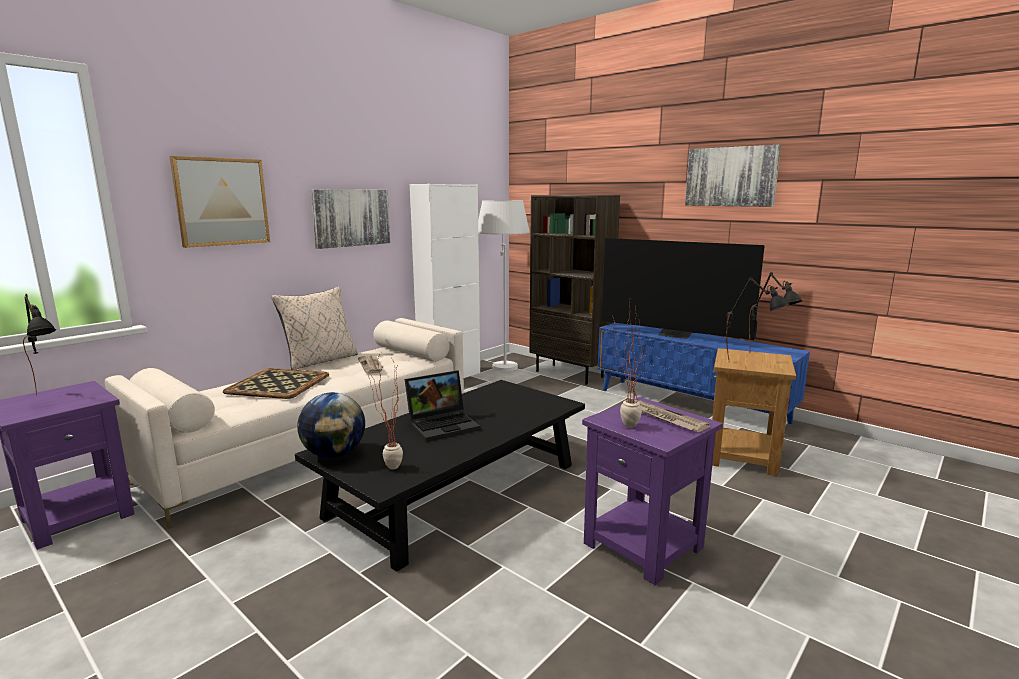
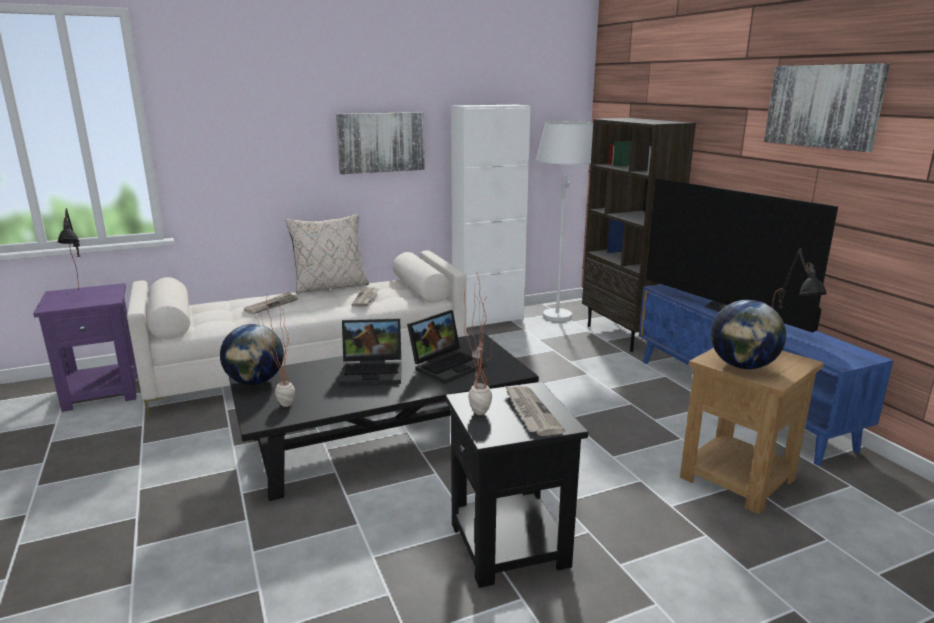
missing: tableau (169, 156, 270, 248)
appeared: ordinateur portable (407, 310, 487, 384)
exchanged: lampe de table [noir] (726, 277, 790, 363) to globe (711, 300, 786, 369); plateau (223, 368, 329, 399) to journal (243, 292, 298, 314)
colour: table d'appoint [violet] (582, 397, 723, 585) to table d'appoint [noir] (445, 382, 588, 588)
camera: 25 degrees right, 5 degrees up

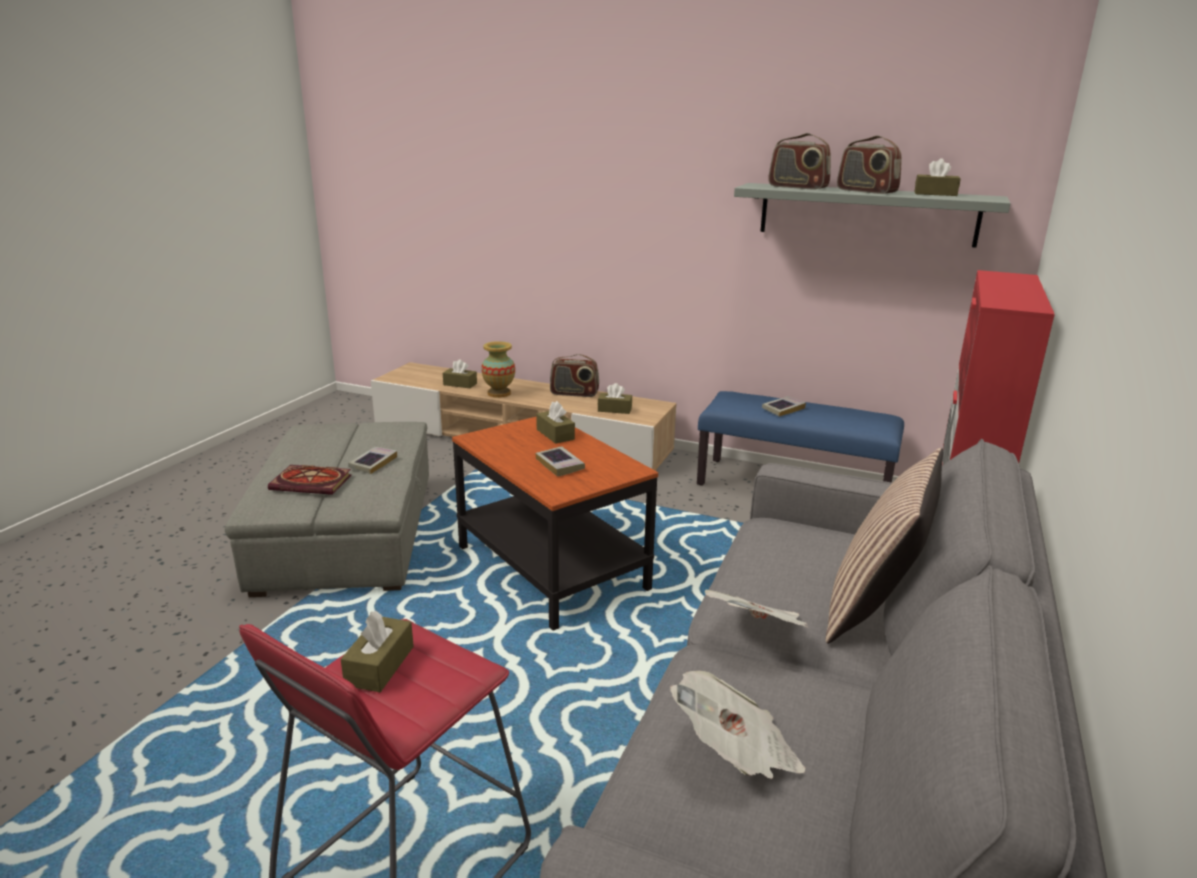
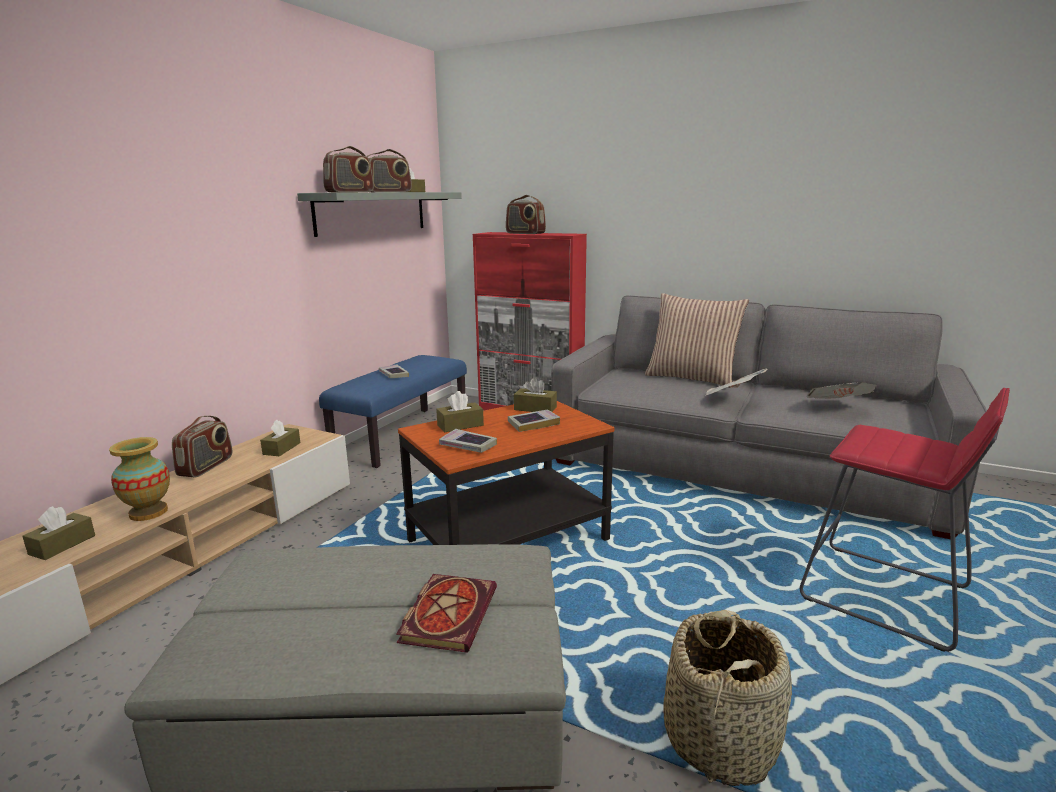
appeared: radio (506, 195, 546, 234); panier (663, 610, 792, 786)
relocated: livre (348, 447, 397, 474) to (439, 429, 497, 453); boîte à mouchoirs [marron] (341, 611, 414, 692) to (514, 377, 557, 412)
camera: 85 degrees left, 5 degrees down

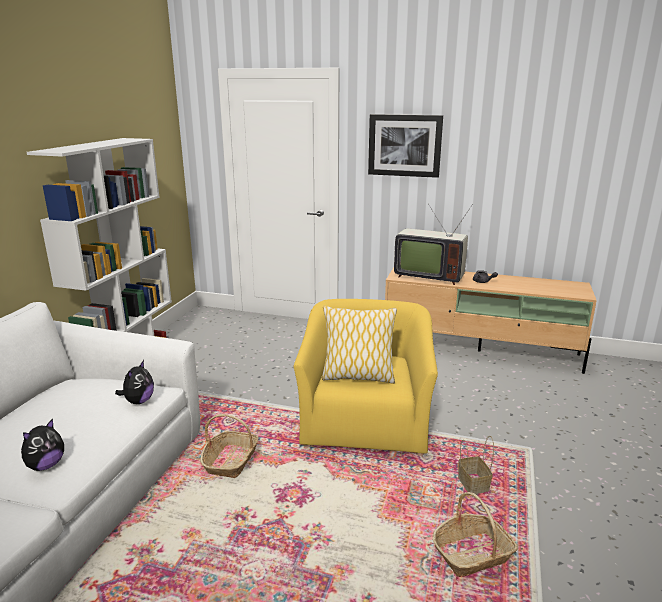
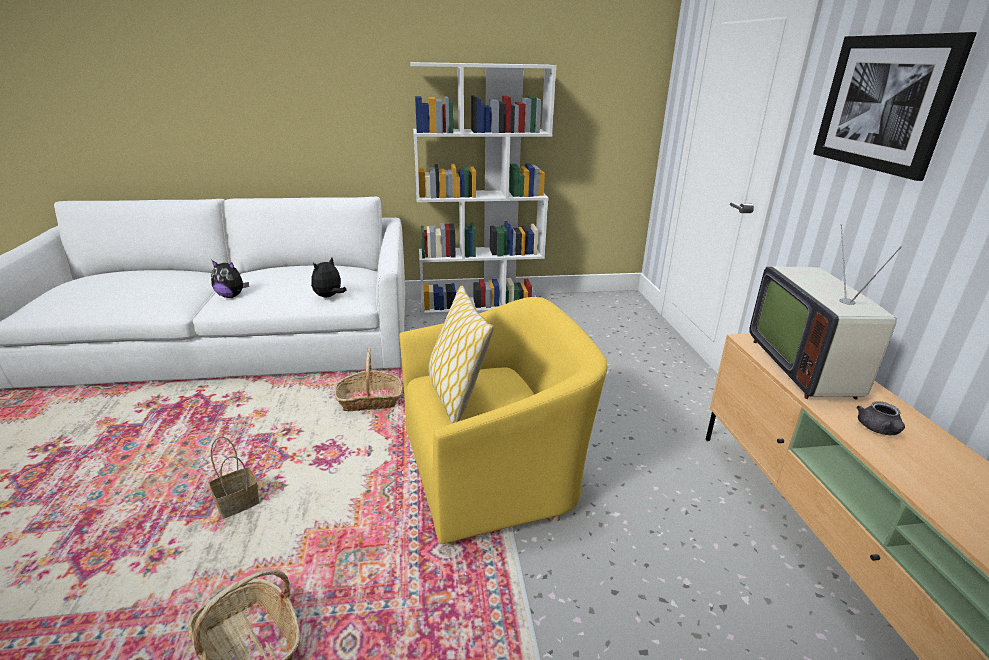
relocated: panier (458, 435, 494, 494) to (209, 437, 260, 518)
spun: peluche (115, 360, 154, 404) = (311, 258, 347, 297) 135 degrees clockwise
camera: 65 degrees right, 5 degrees up

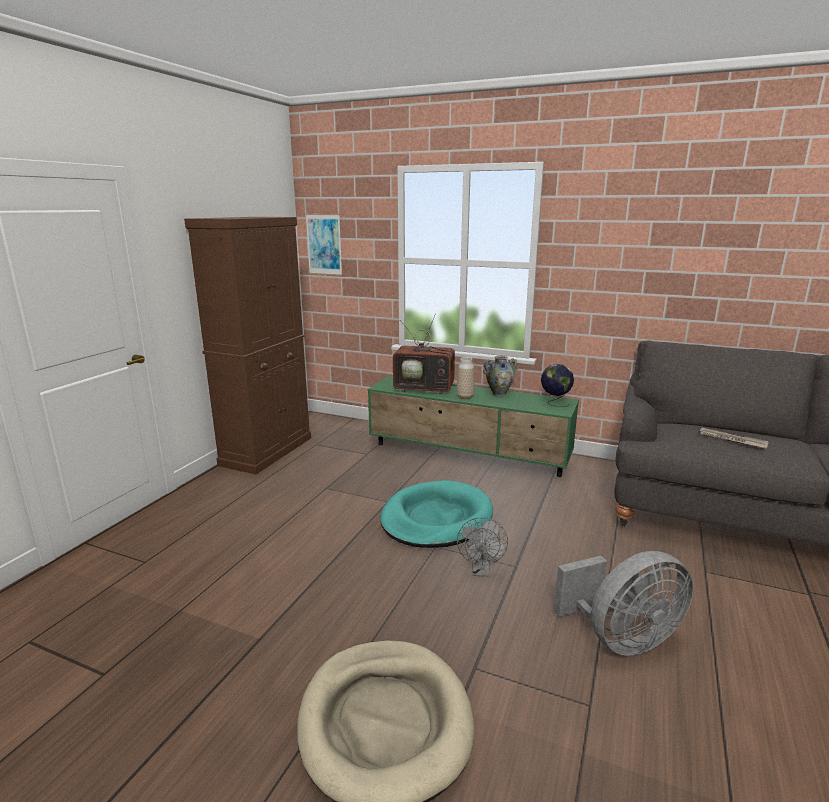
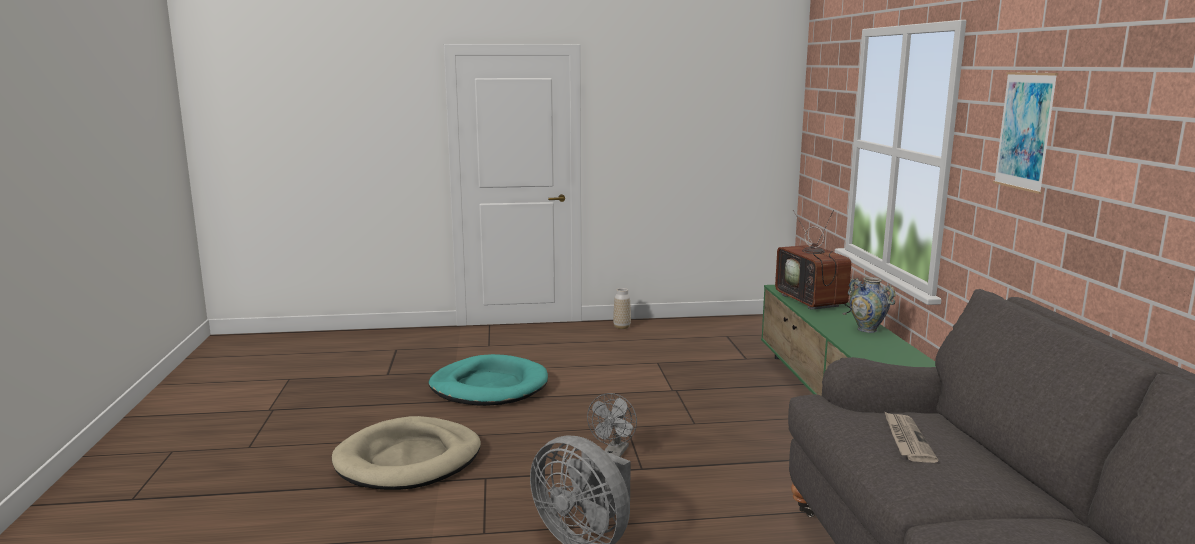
missing: meuble de rangement [marron] (184, 217, 311, 474); globe (541, 364, 574, 407)
relocated: tableau (305, 214, 342, 276) to (993, 72, 1058, 194); vase (457, 357, 475, 399) to (613, 288, 631, 329); panier pour chien [turquoise] (380, 480, 493, 548) to (429, 354, 548, 406)
spun: ventilateur [gris] (457, 517, 508, 577) = (587, 393, 637, 457) 45 degrees counterclockwise
camera: 60 degrees right, 5 degrees down

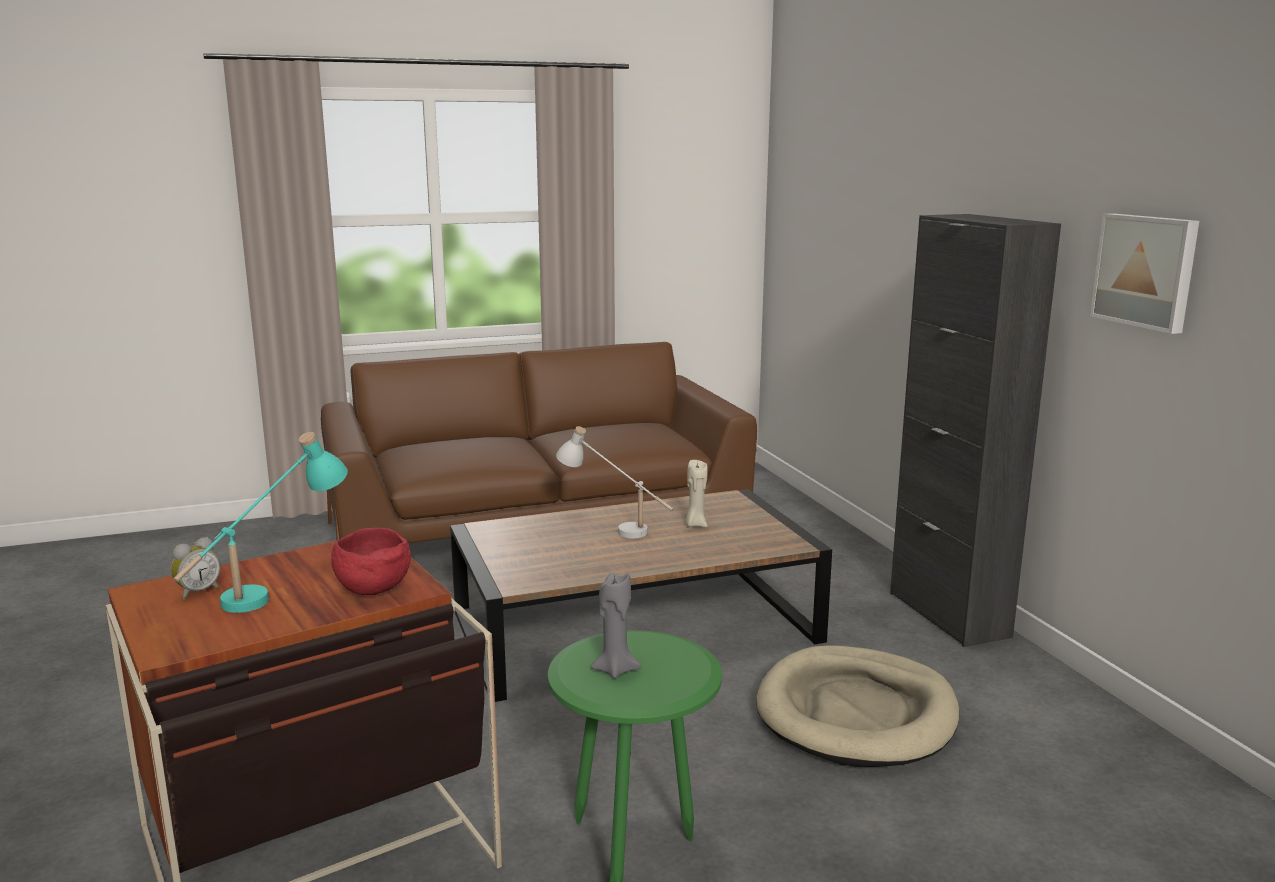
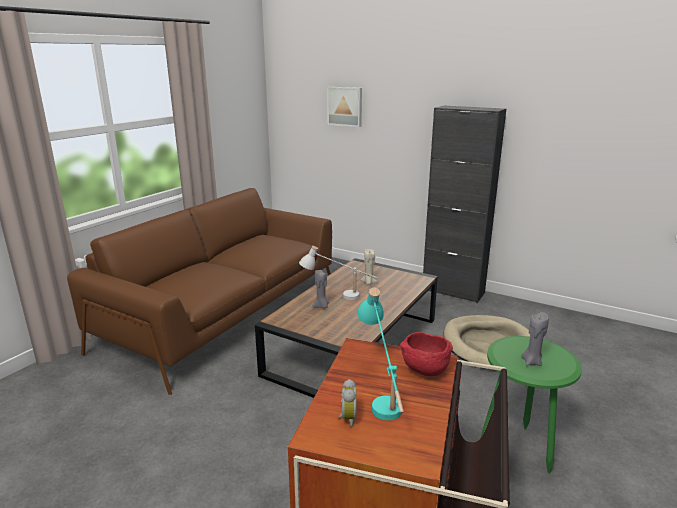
appeared: bougie [gris] (312, 270, 329, 308)
relocated: tableau (1090, 213, 1199, 334) to (327, 87, 362, 127)
camera: 40 degrees left, 5 degrees up

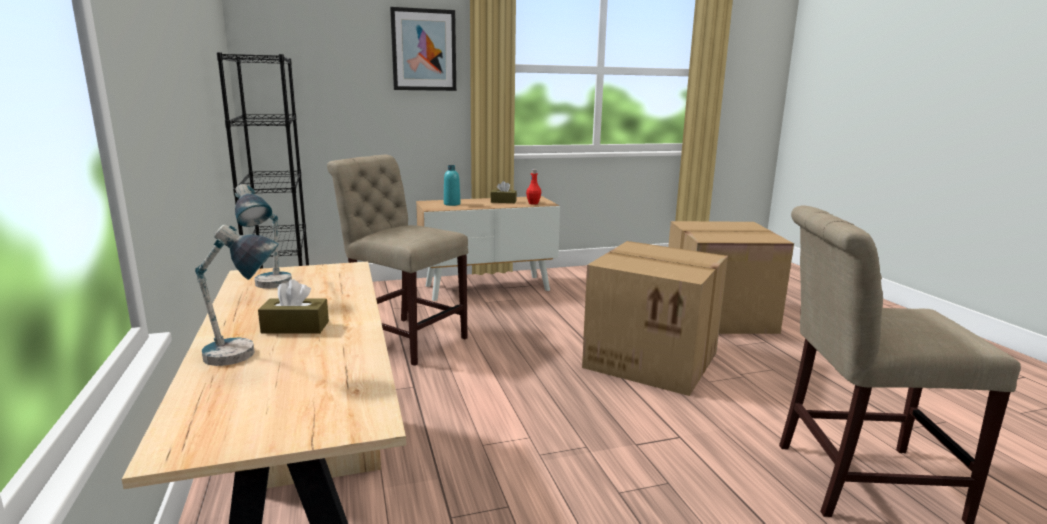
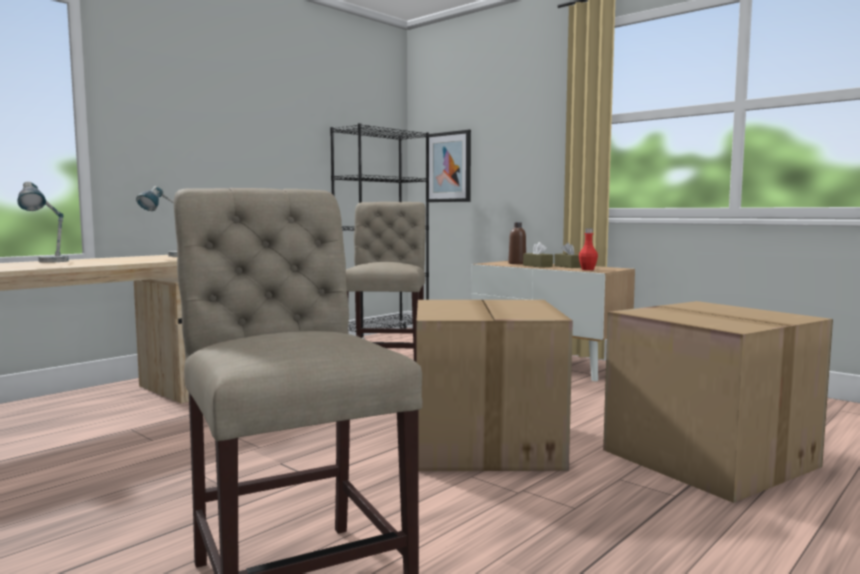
relocated: tableau (390, 7, 456, 91) to (429, 130, 471, 202); boîte à mouchoirs [marron] (258, 279, 329, 334) to (523, 242, 553, 268)
colour: bouteille [turquoise] (444, 165, 461, 206) to bouteille [marron] (508, 222, 526, 264)
camera: 60 degrees right, 10 degrees down

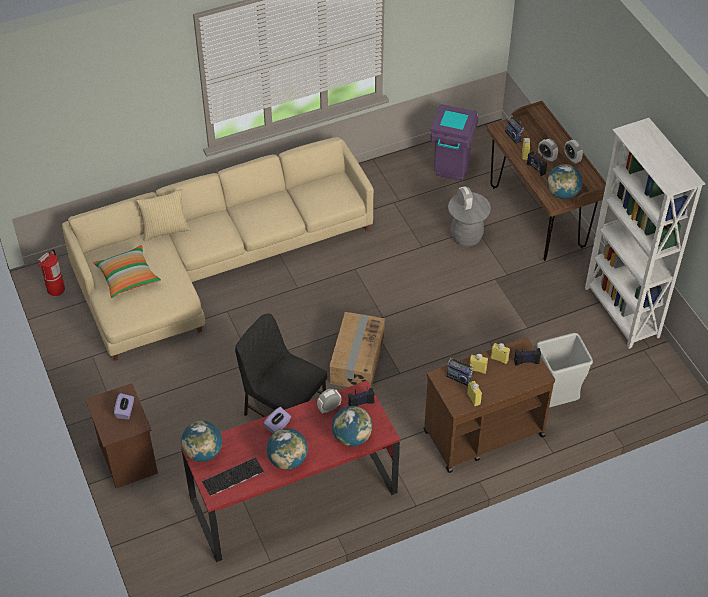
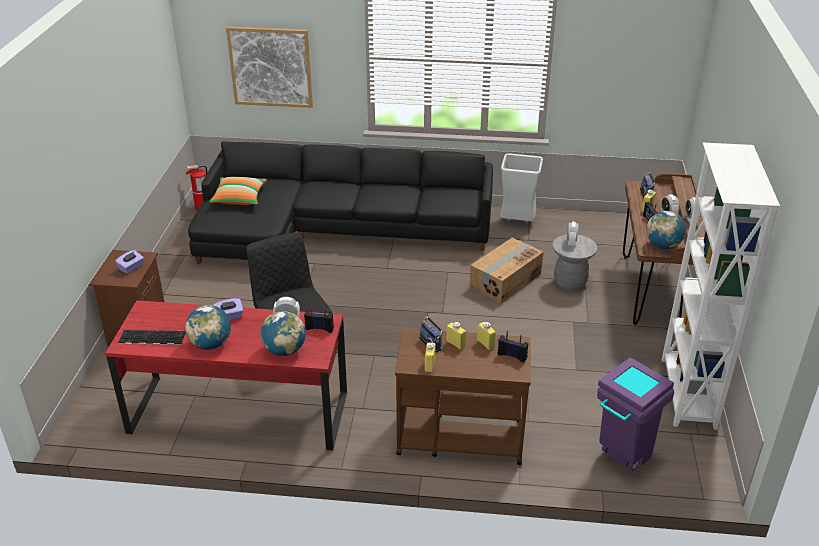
missing: coussin (136, 189, 190, 241); globe (181, 421, 222, 462)
appeared: tableau (226, 27, 313, 108)
relocated: poubelle [violet] (431, 104, 478, 181) to (597, 357, 674, 470); carton (329, 312, 385, 387) to (470, 238, 544, 304); poubelle [gris] (537, 333, 593, 408) to (500, 153, 543, 221)
colour: canapé [beige] (62, 137, 374, 361) to canapé [noir] (188, 141, 493, 264)
camera: 30 degrees right, 15 degrees down

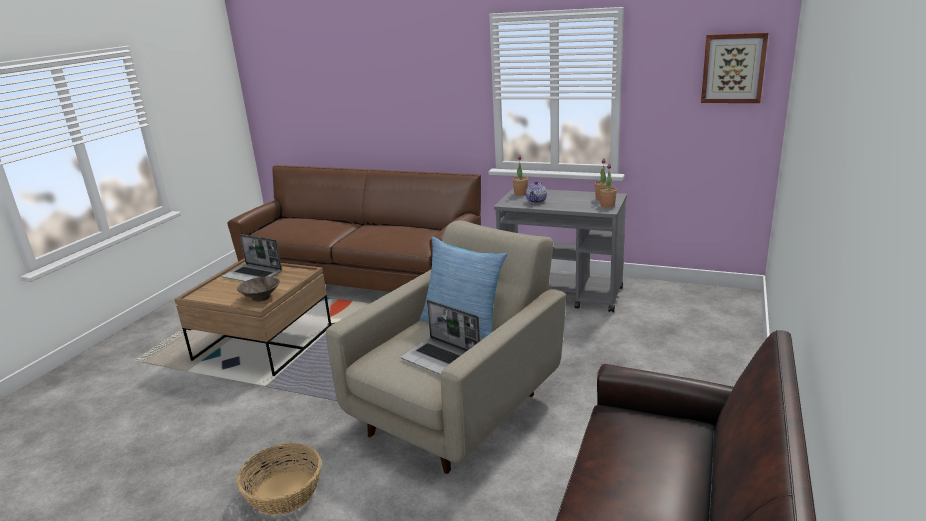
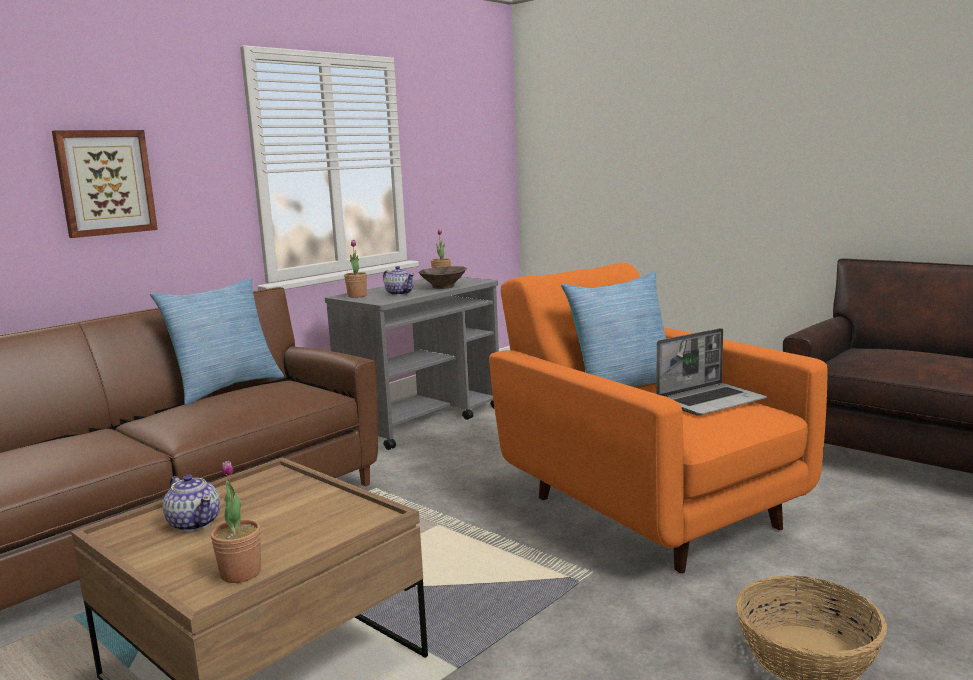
appeared: coussin (150, 277, 284, 405)
relocated: tableau (701, 33, 768, 103) to (52, 130, 158, 238); plante en pot (599, 164, 617, 208) to (211, 460, 261, 583); bol [marron] (237, 276, 280, 302) to (418, 266, 467, 289)
exchanged: ordinateur portable (222, 234, 282, 281) to théière (163, 475, 220, 532)
colour: fauteuil [beige] (326, 221, 566, 474) to fauteuil [orange] (489, 263, 828, 573)
camera: 70 degrees left, 10 degrees down

